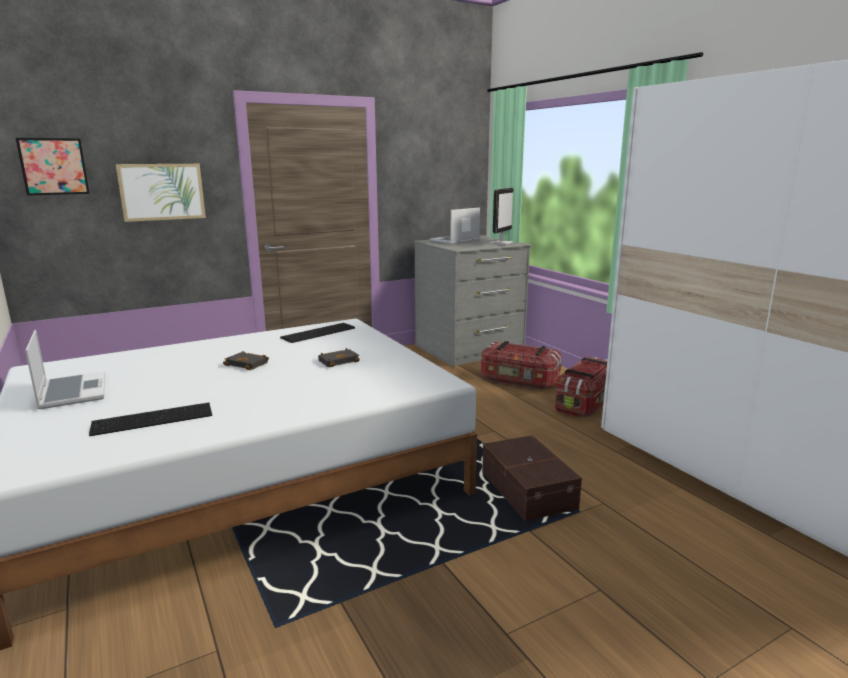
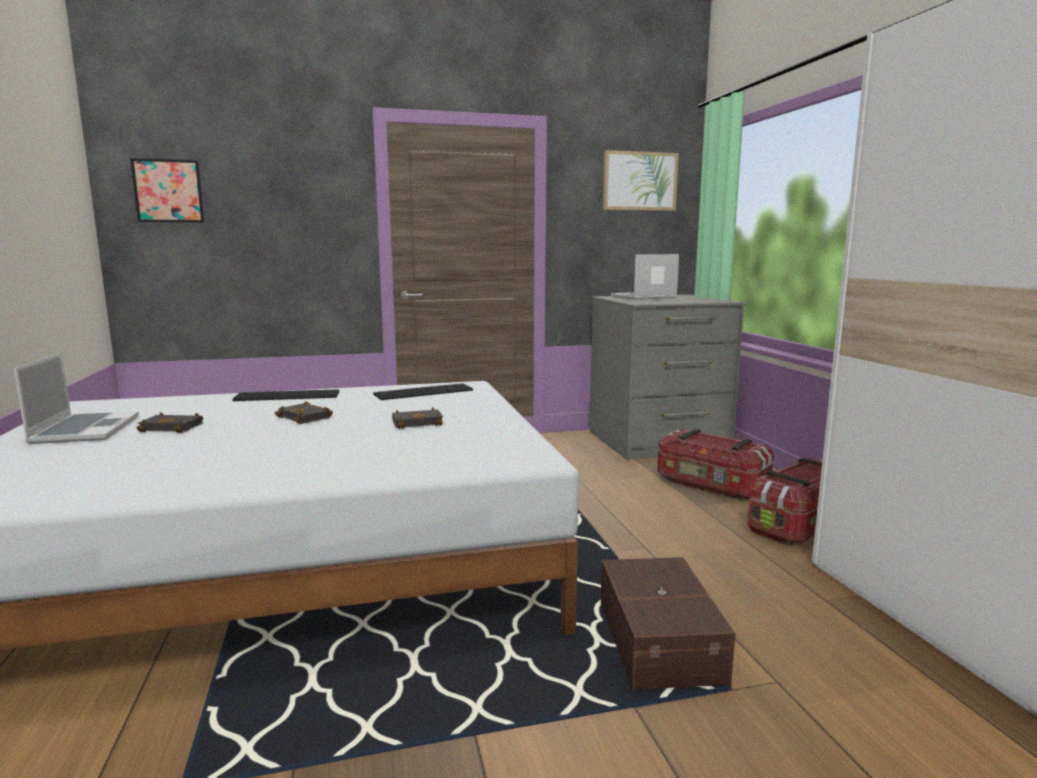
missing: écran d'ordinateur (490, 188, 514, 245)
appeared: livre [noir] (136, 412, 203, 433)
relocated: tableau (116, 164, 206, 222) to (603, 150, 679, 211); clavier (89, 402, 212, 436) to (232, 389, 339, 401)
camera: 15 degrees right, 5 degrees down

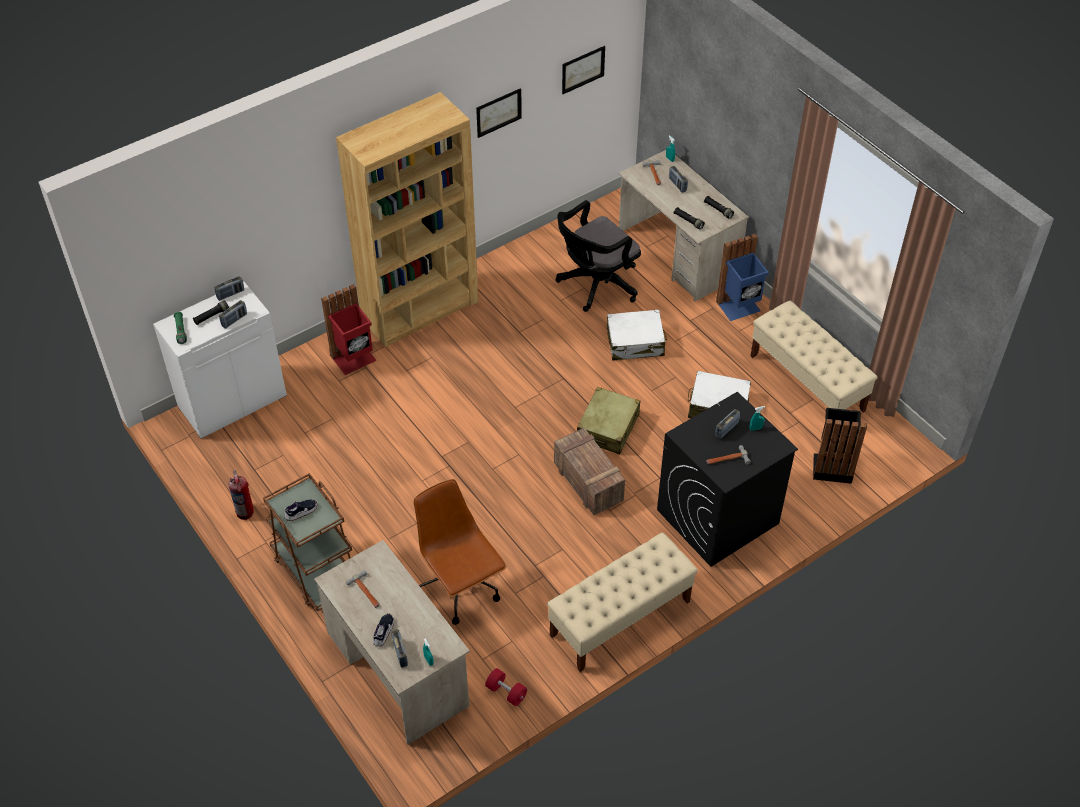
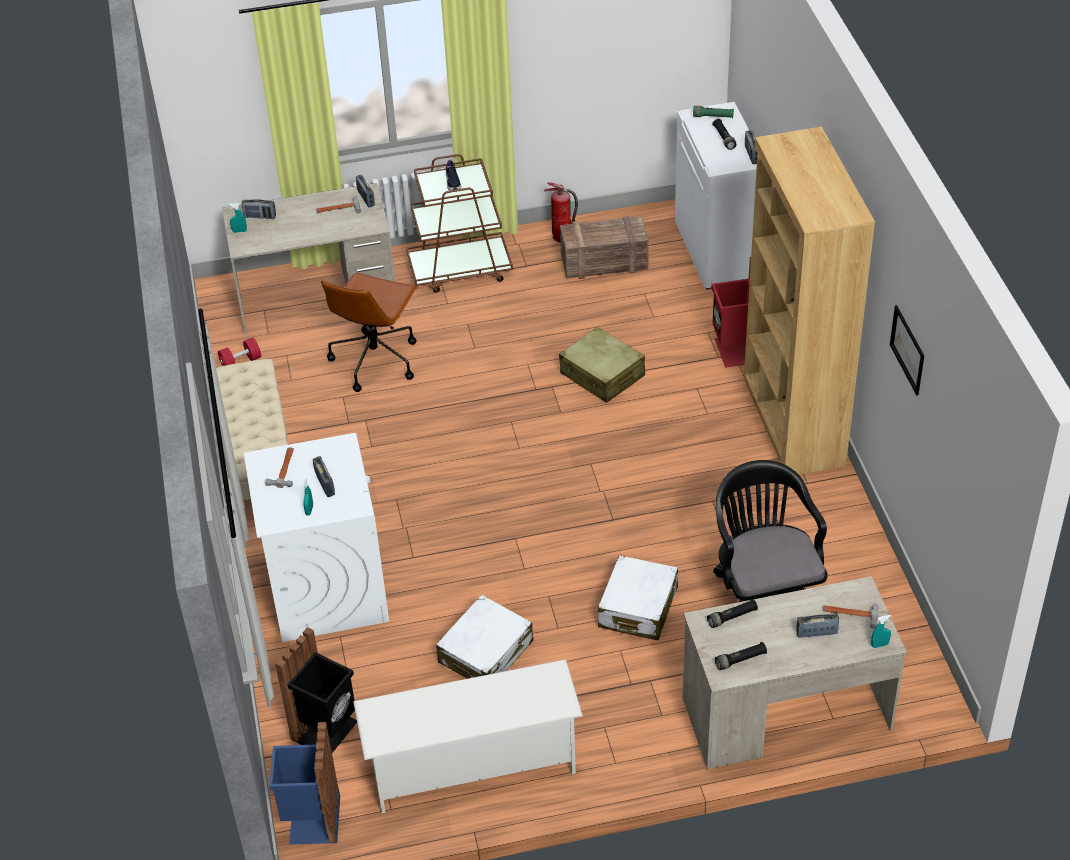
missing: tableau (562, 46, 605, 94); chaussure (373, 614, 394, 646)
relocated: poubelle [bleu] (716, 234, 769, 321) to (269, 722, 340, 845); radio (219, 300, 247, 329) to (356, 175, 375, 207); valise [beige] (577, 387, 640, 454) to (559, 327, 645, 403); caisse (554, 428, 625, 515) to (560, 216, 649, 279)
exchanged: banc [beige] (750, 301, 878, 412) to étagère à chaussures [blanc] (353, 659, 583, 813)
colour: lave-linge [noir] (657, 392, 798, 567) to lave-linge [blanc] (244, 433, 389, 642)
spun: chaise de bureau [marron] (414, 479, 507, 625) = (321, 273, 418, 392) 120 degrees clockwise
camera: 115 degrees right, 5 degrees down

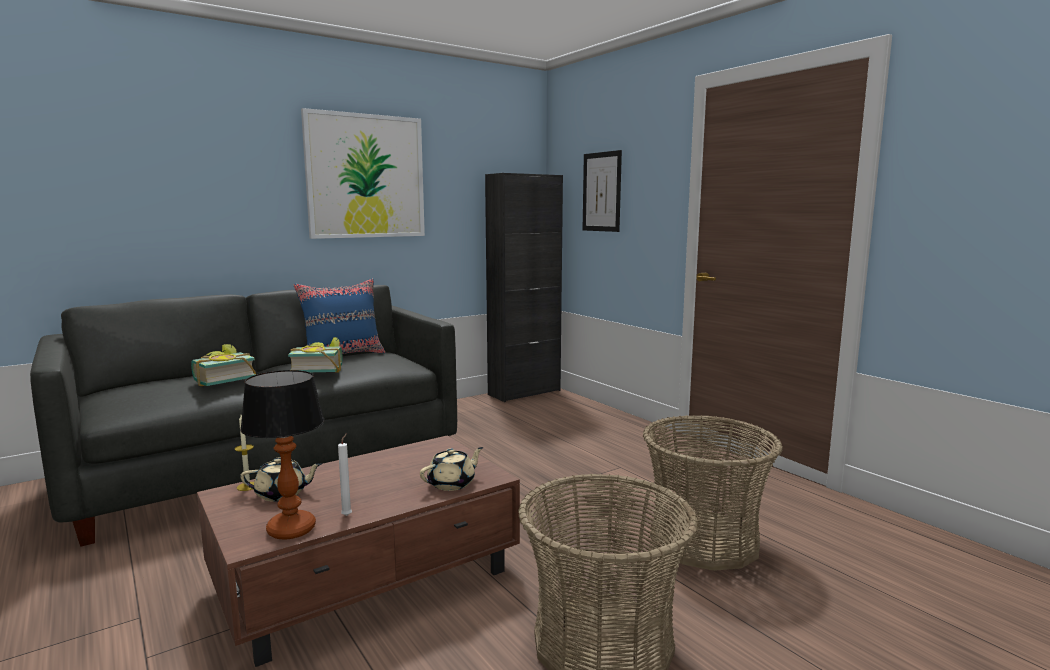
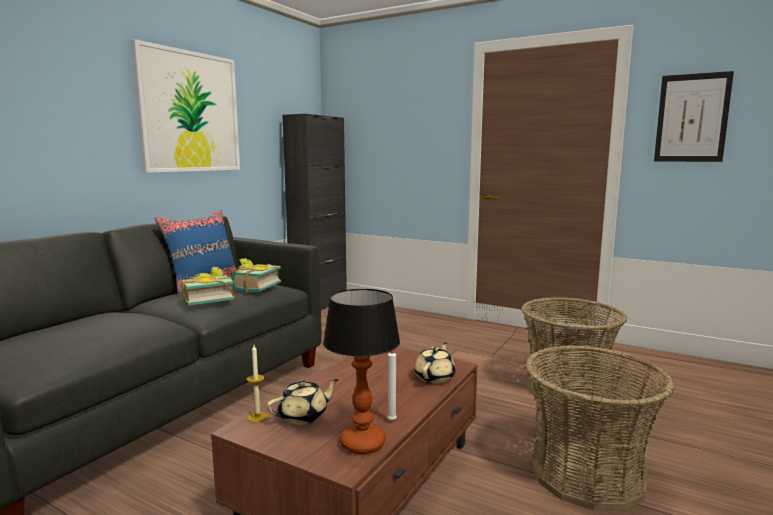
relocated: tableau (583, 150, 622, 232) to (654, 71, 734, 162); livre (191, 344, 256, 386) to (231, 258, 281, 293)
camera: 25 degrees left, 0 degrees up

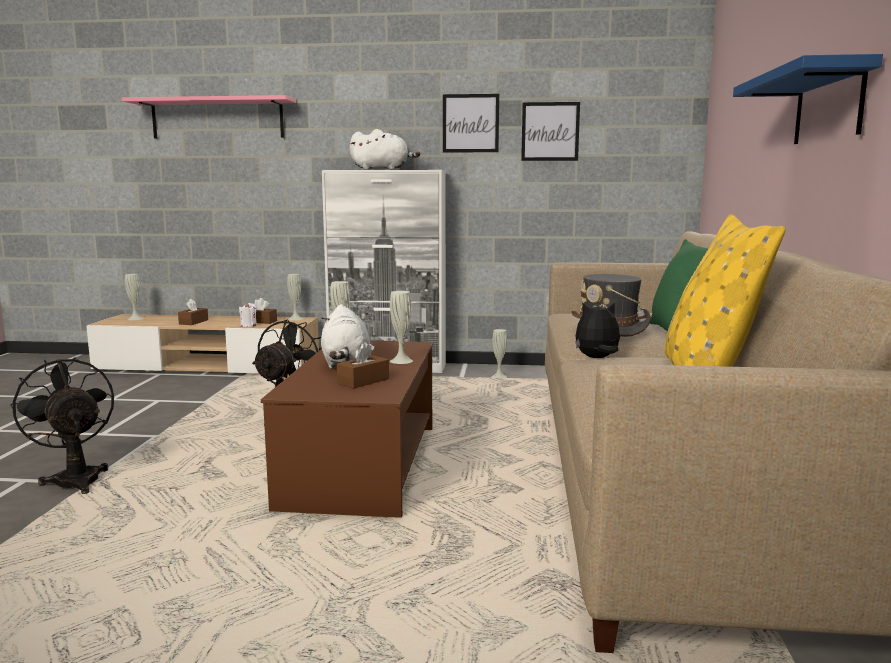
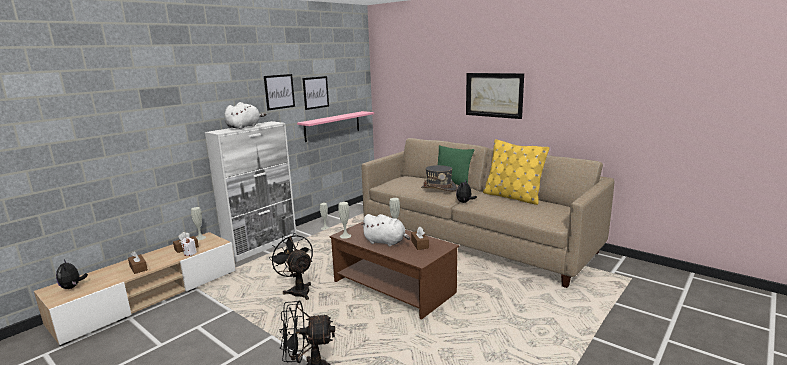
relocated: étagère [rose] (122, 95, 296, 139) to (297, 111, 374, 142)
exchanged: étagère [bleu] (733, 54, 883, 144) to tableau (466, 73, 524, 119); vase [blanc] (125, 274, 144, 320) to peluche (56, 259, 88, 289)
camera: 55 degrees left, 5 degrees up

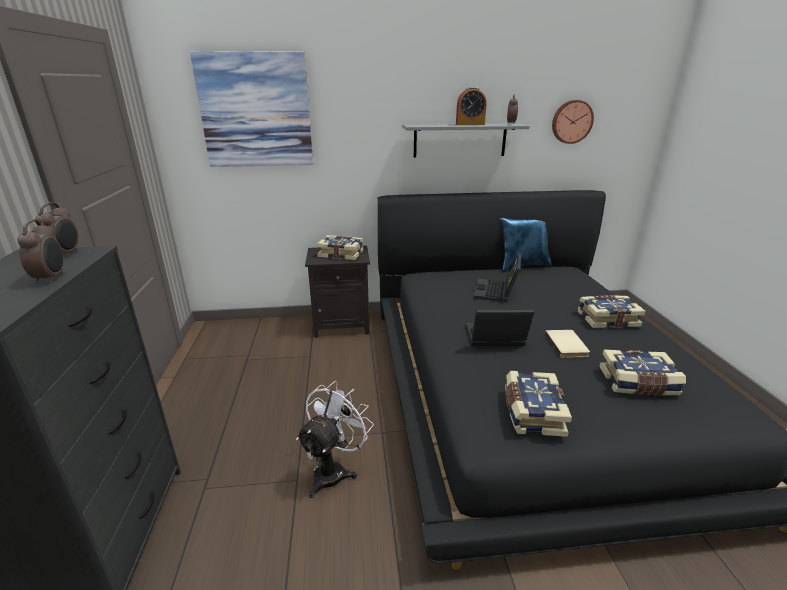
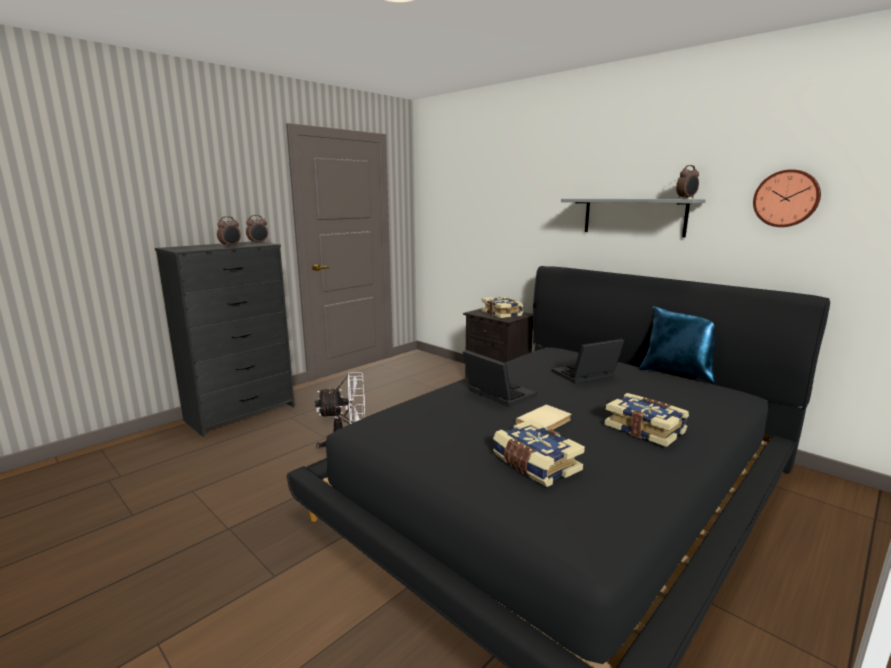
missing: tableau (190, 51, 313, 167); réveil (456, 87, 487, 125); livre (505, 371, 572, 437)
camera: 50 degrees right, 10 degrees down

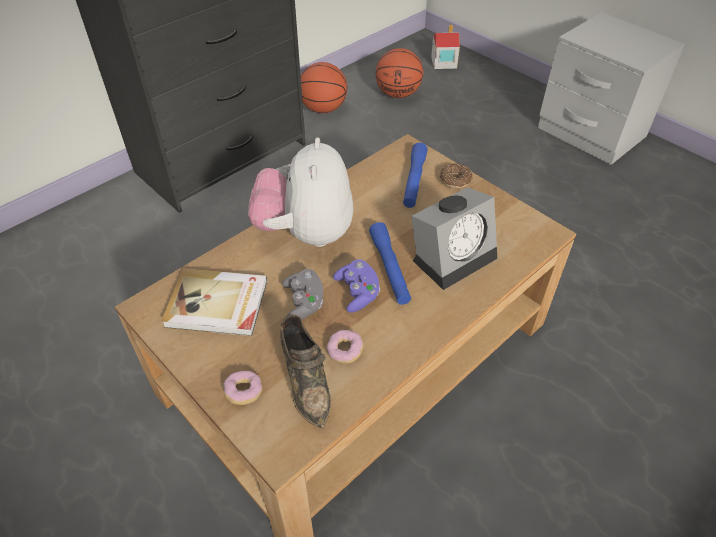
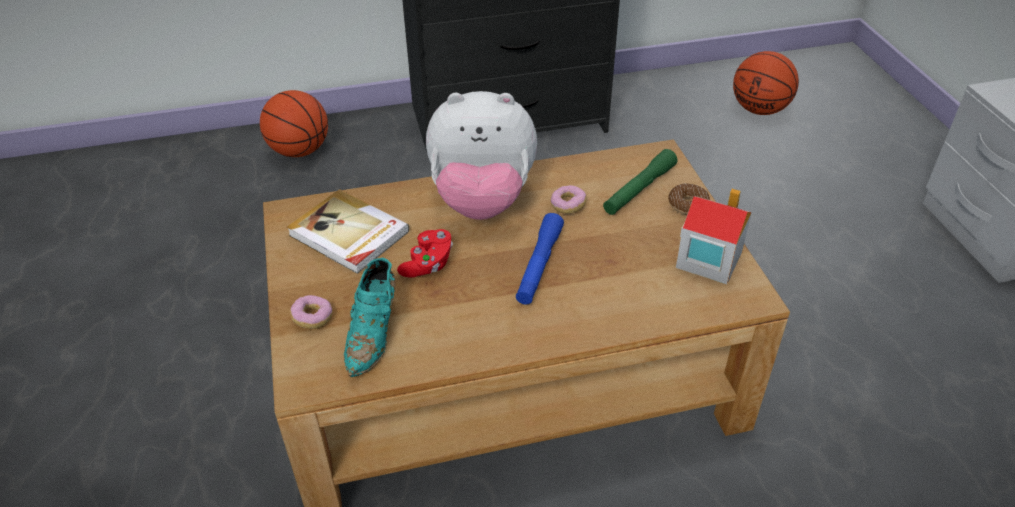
missing: réveil (411, 187, 497, 290); manette [violet] (333, 259, 380, 313)
relocated: maison miniature (431, 25, 460, 69) to (676, 189, 752, 284); ballon de basket (301, 62, 347, 113) to (260, 90, 328, 157); beignet (327, 330, 364, 364) to (551, 185, 587, 214)
colour: lampe de poche [bleu] (403, 143, 428, 208) to lampe de poche [vert] (603, 149, 677, 215); manette [gris] (282, 269, 323, 319) to manette [rouge] (397, 229, 453, 278); chaussure [marron] (280, 314, 331, 429) to chaussure [turquoise] (344, 258, 396, 377)
spun: peluche (248, 137, 353, 247) = (426, 91, 537, 220) 120 degrees counterclockwise
camera: 30 degrees right, 5 degrees down

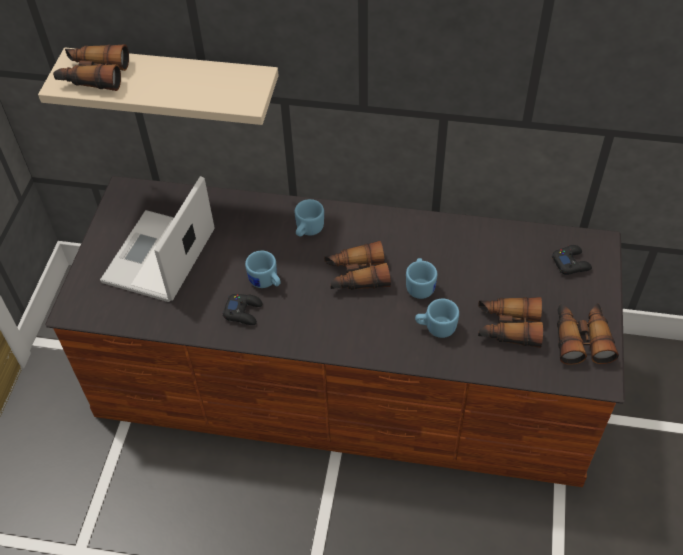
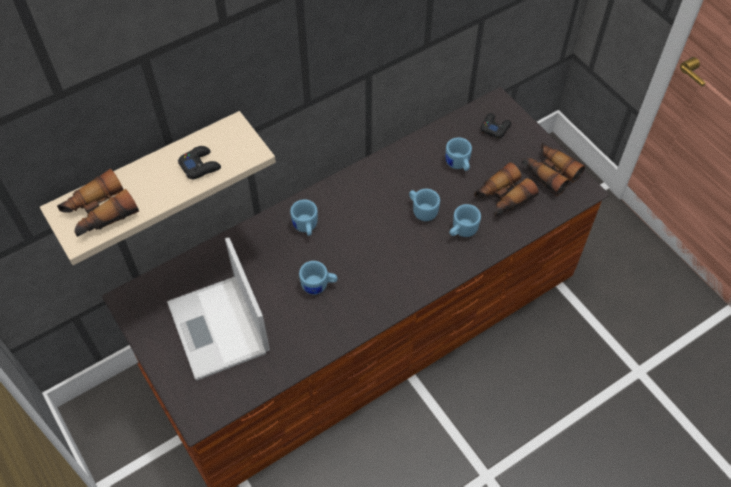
missing: jumelles (324, 241, 391, 290)
appeared: mug [bleu] (446, 137, 472, 171)
relocated: manette [noir] (222, 294, 262, 325) to (178, 146, 221, 179)
camera: 45 degrees left, 5 degrees up

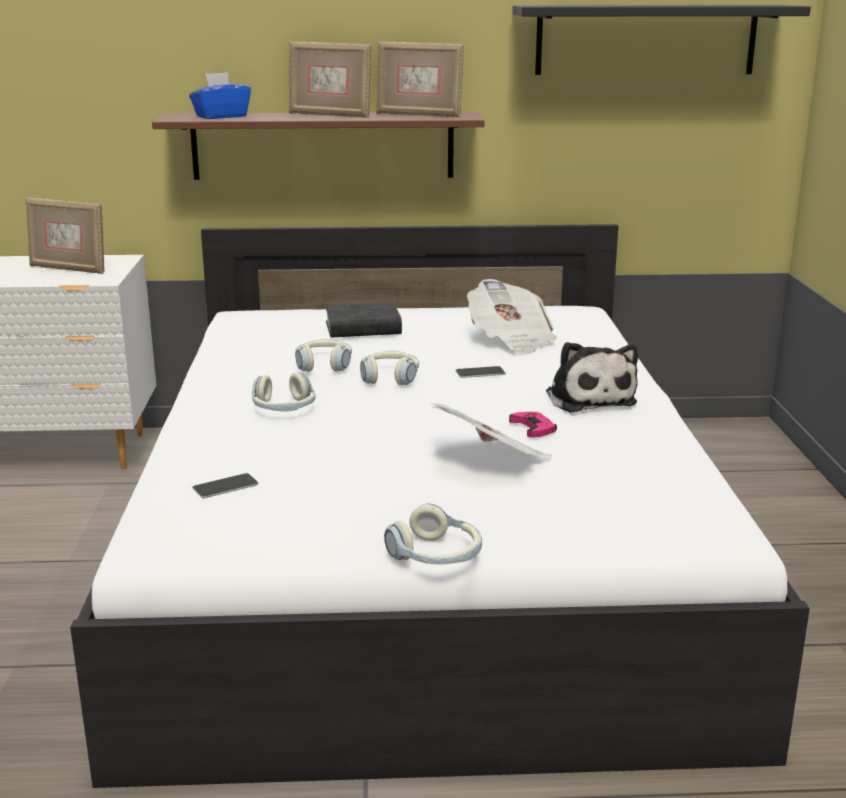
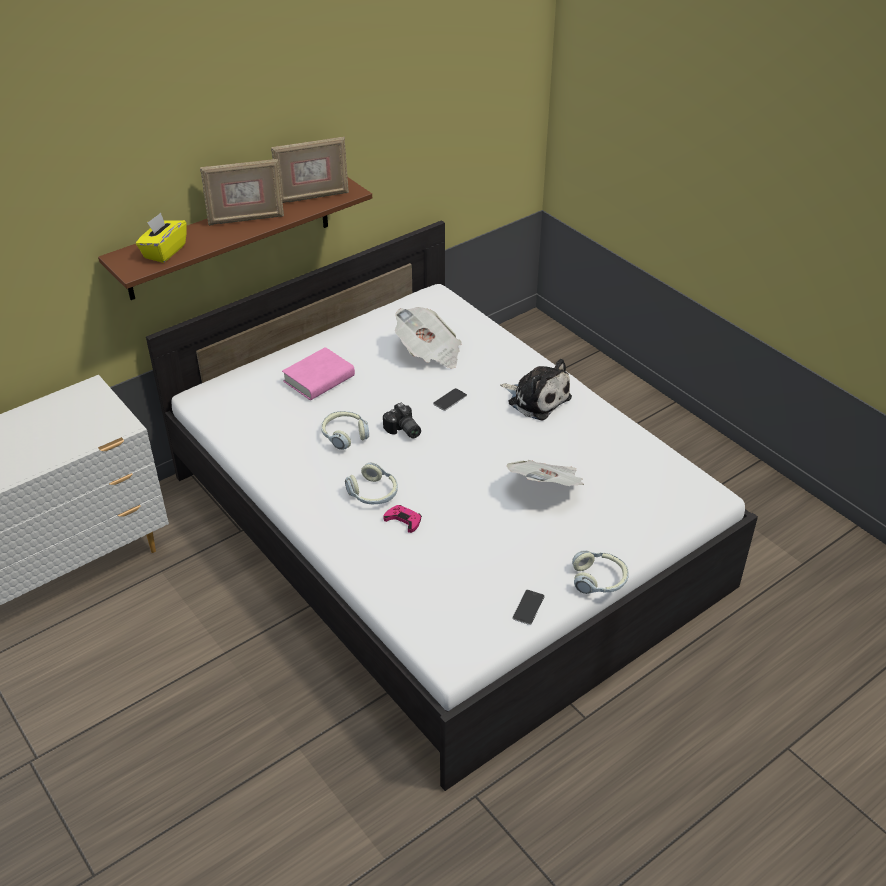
missing: étagère [noir] (512, 5, 811, 75); cadre photo (26, 197, 104, 274)
relocated: manette [rose] (509, 412, 557, 437) to (383, 505, 422, 533); téléphone (192, 473, 259, 498) to (512, 590, 545, 625)
exchanged: casque audio (360, 351, 419, 385) to appareil photo (383, 403, 421, 438)
colour: boîte à mouchoirs [bleu] (189, 72, 251, 119) to boîte à mouchoirs [jaune] (136, 212, 187, 263); livre [noir] (325, 303, 402, 338) to livre [rose] (282, 347, 355, 400)
camera: 35 degrees left, 20 degrees up

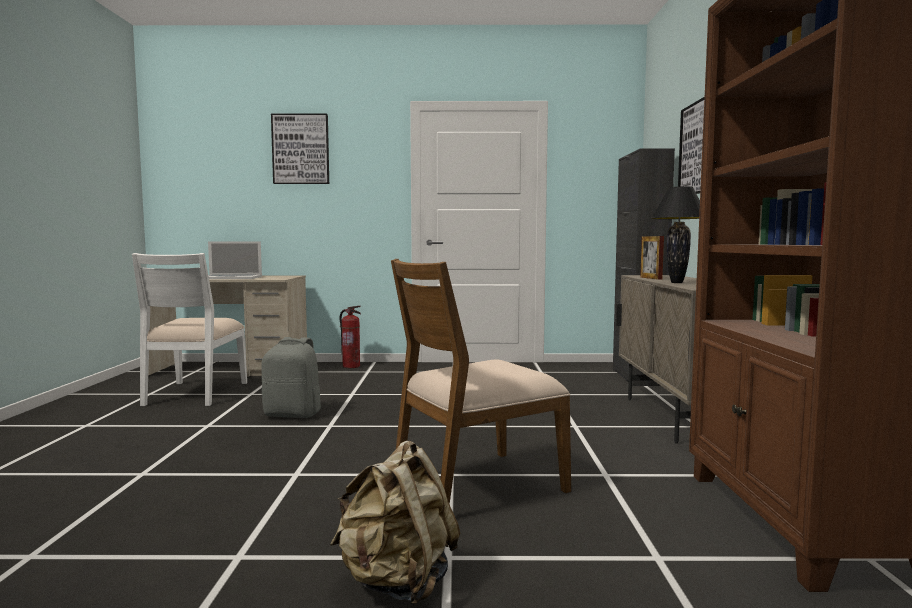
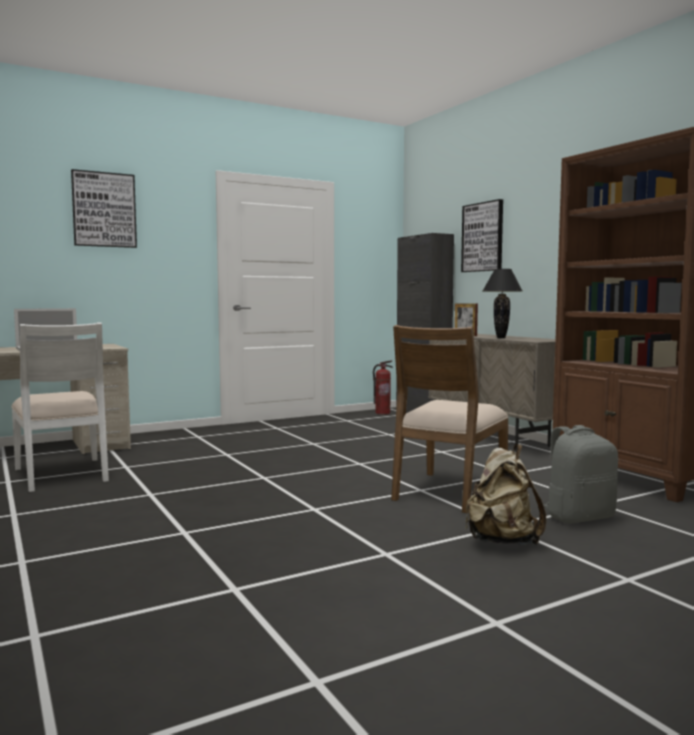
relocated: extincteur (340, 306, 361, 368) to (373, 360, 393, 415); sac à dos [gris] (261, 337, 321, 418) to (543, 425, 618, 523)
camera: 30 degrees left, 0 degrees up

